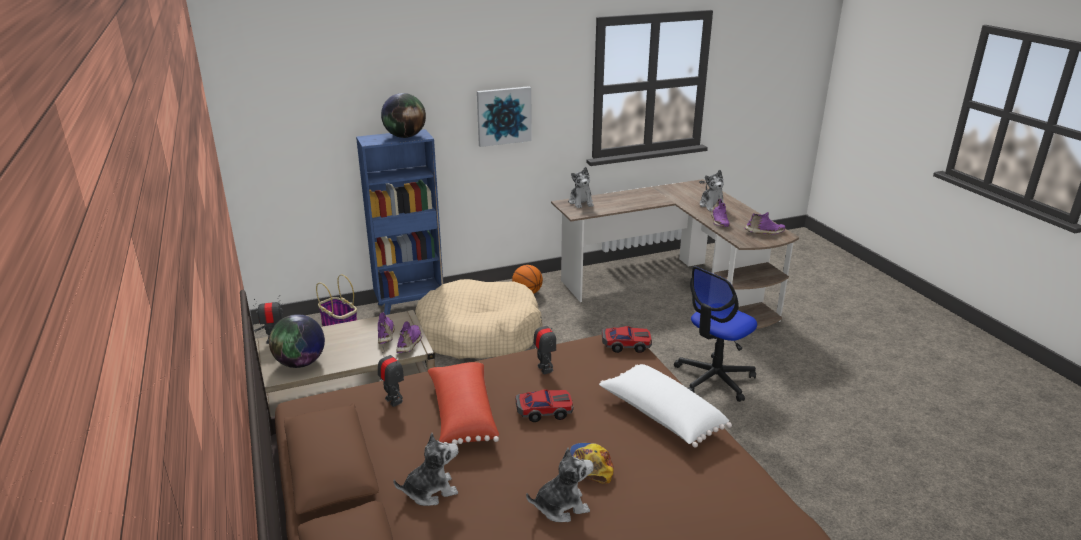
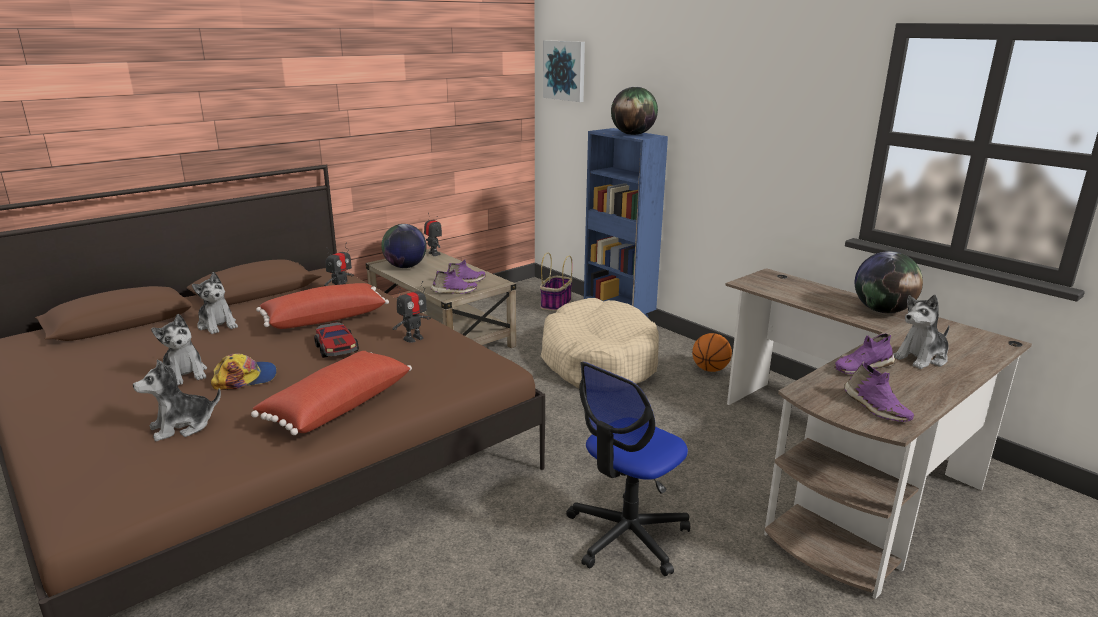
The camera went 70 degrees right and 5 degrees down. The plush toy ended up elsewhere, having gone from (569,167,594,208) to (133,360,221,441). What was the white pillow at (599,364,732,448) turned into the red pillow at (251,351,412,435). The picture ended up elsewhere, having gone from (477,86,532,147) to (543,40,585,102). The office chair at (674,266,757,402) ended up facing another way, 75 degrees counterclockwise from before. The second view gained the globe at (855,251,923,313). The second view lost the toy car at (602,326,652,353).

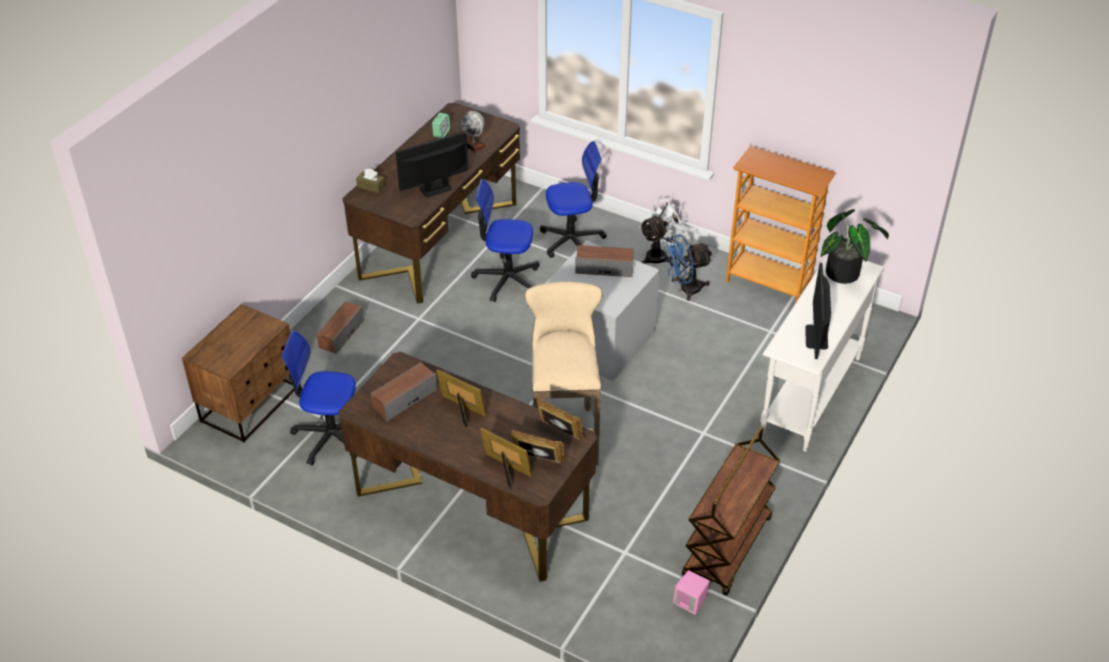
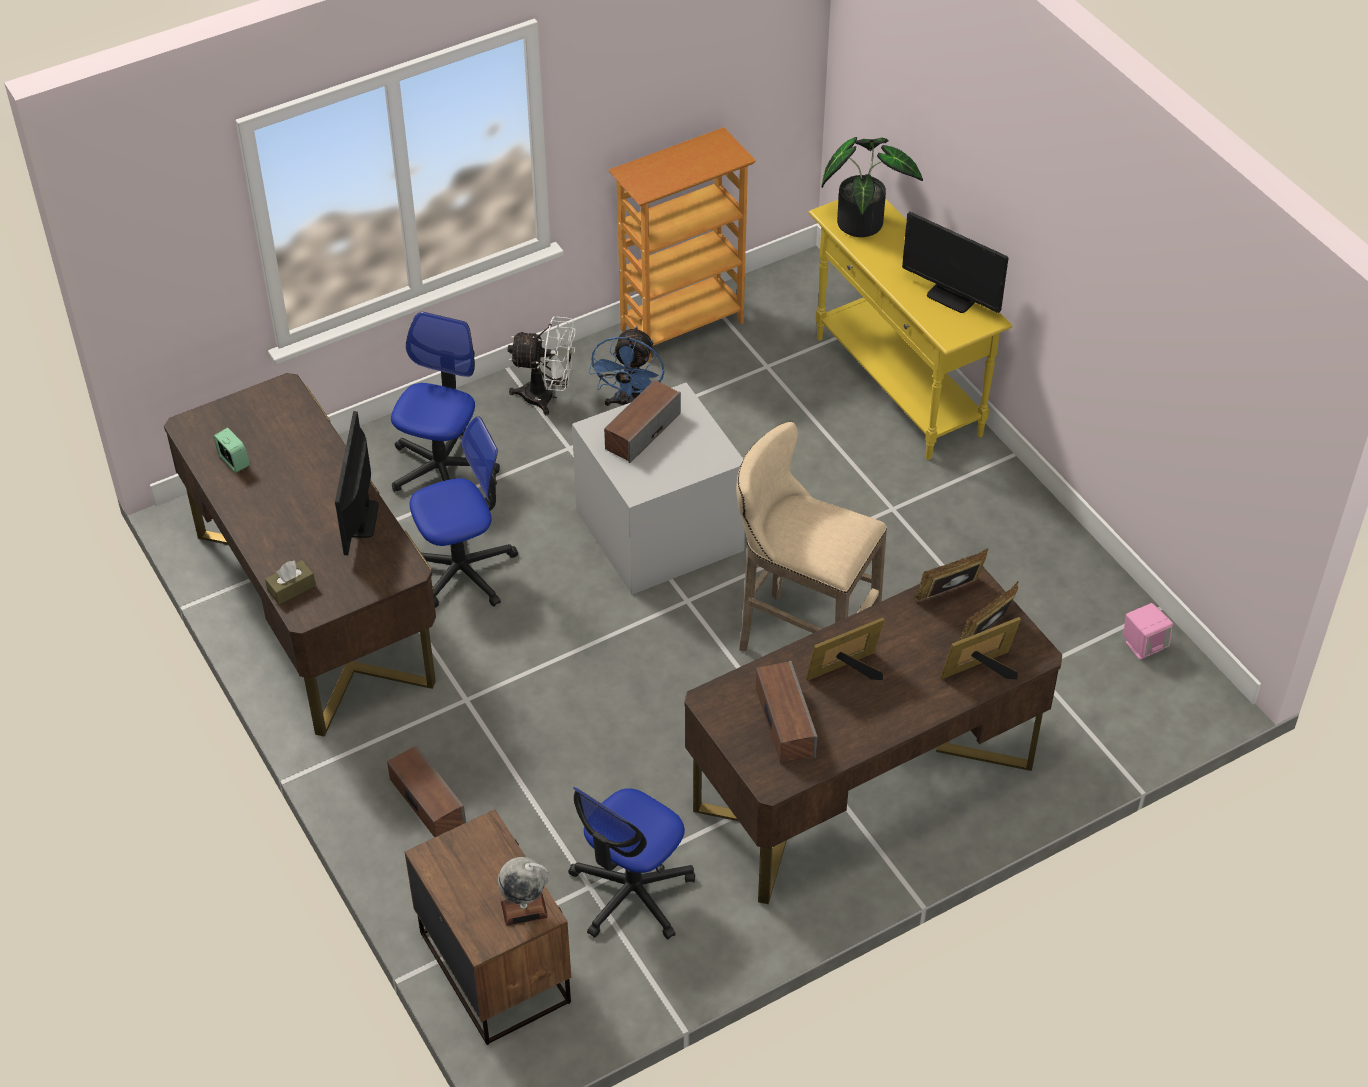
The camera went 60 degrees left and 5 degrees up. The office chair at (471,179,539,302) ended up facing another way, 150 degrees counterclockwise from before. The globe ended up elsewhere, having gone from (461,111,486,152) to (498,857,549,926). The white fan at (640,198,690,264) ended up facing another way, 105 degrees clockwise from before. What was the white console table at (760,253,884,452) turned into the yellow console table at (808,198,1013,460). The second view lost the brown cart at (682,427,780,596).

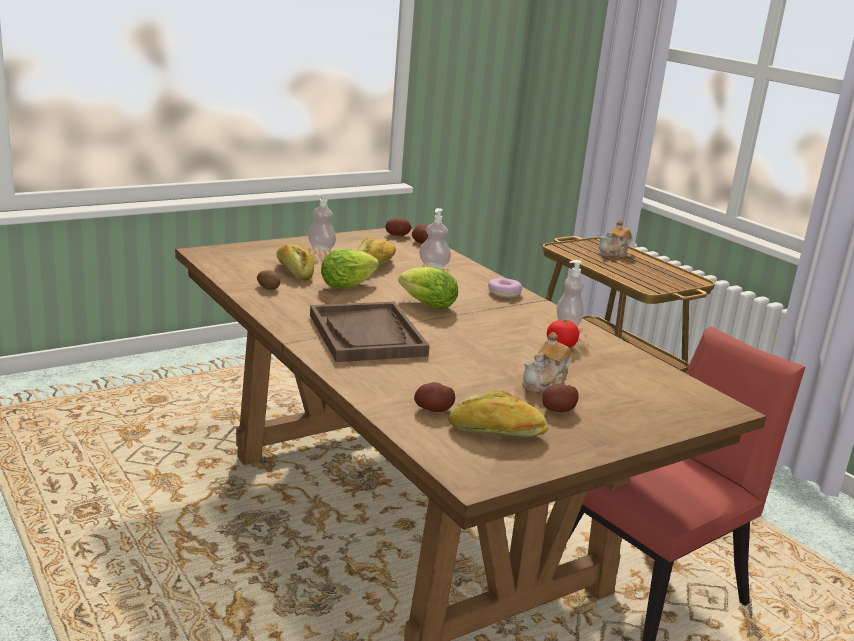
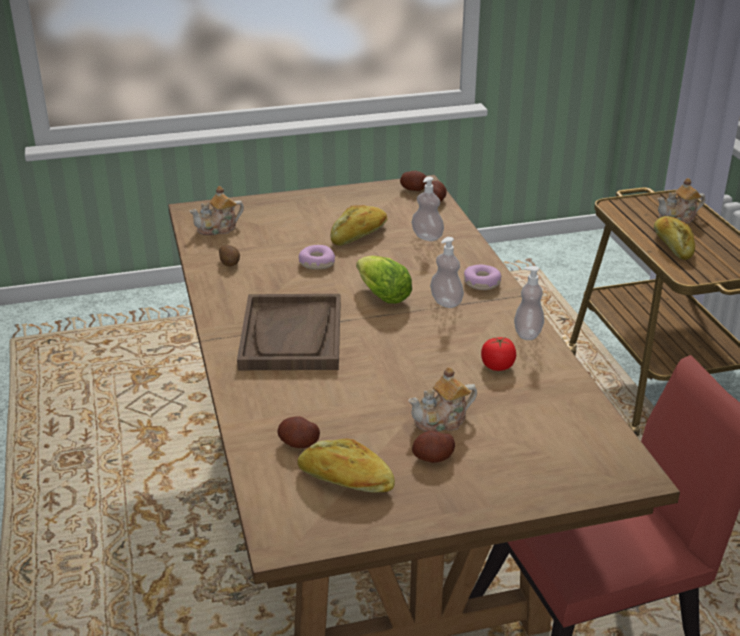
The camera went 20 degrees right and 10 degrees up. The second view gained the teapot at (189,186,244,235). Where the lettuce stood at (321,249,379,289), the donut came to stand at (299,245,335,270). The soap dispenser ended up elsewhere, having gone from (308,192,336,251) to (430,237,464,308). The bread ended up elsewhere, having gone from (277,244,314,281) to (654,216,695,260).

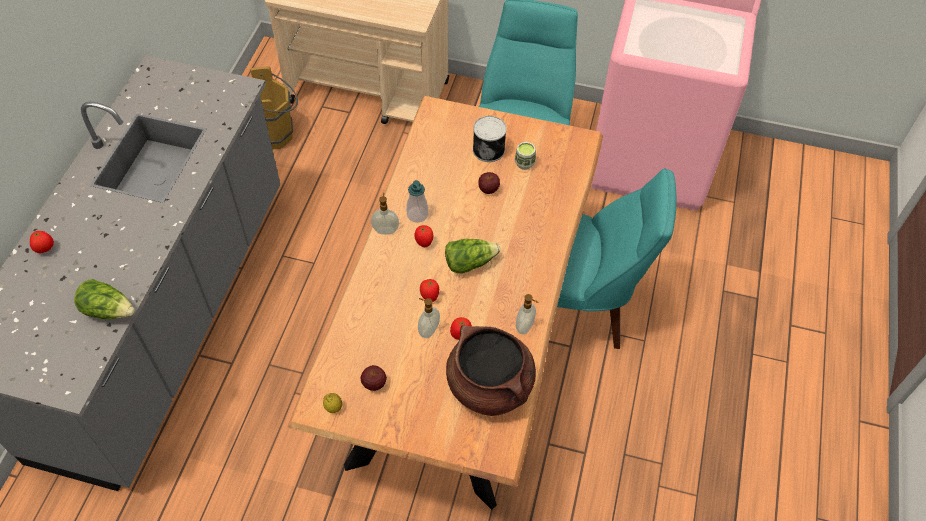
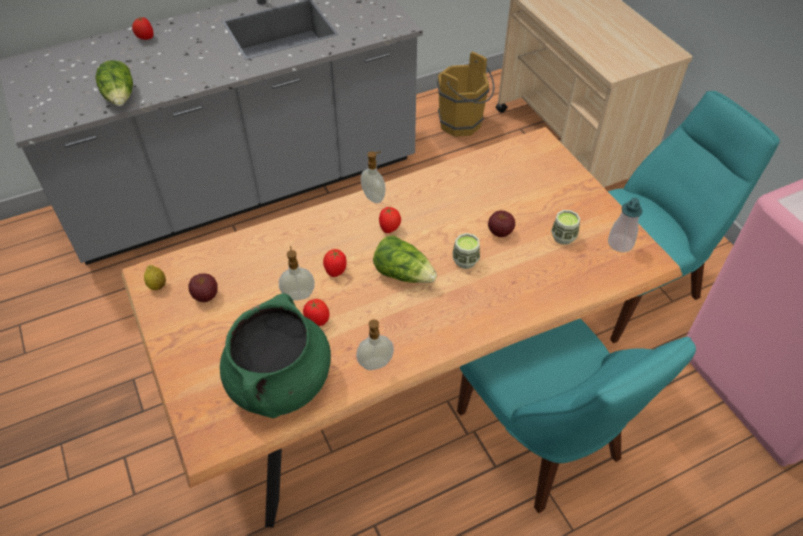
The camera went 50 degrees right and 5 degrees down. What was the brown cooking pot at (446,325,536,416) turned into the green cooking pot at (220,293,331,418). The second view gained the cup at (453,233,480,269). The soap dispenser ended up elsewhere, having gone from (406,180,428,223) to (608,198,643,252). The second view lost the can at (473,116,507,162).

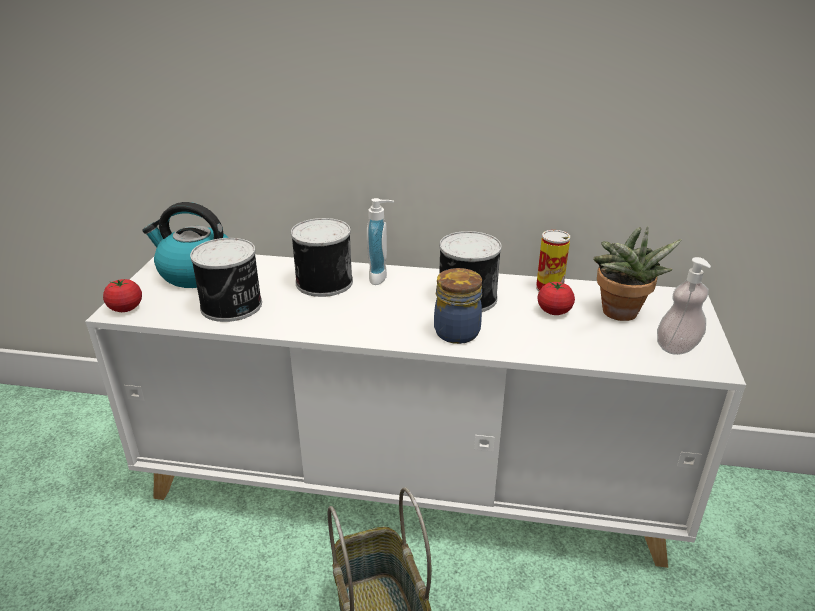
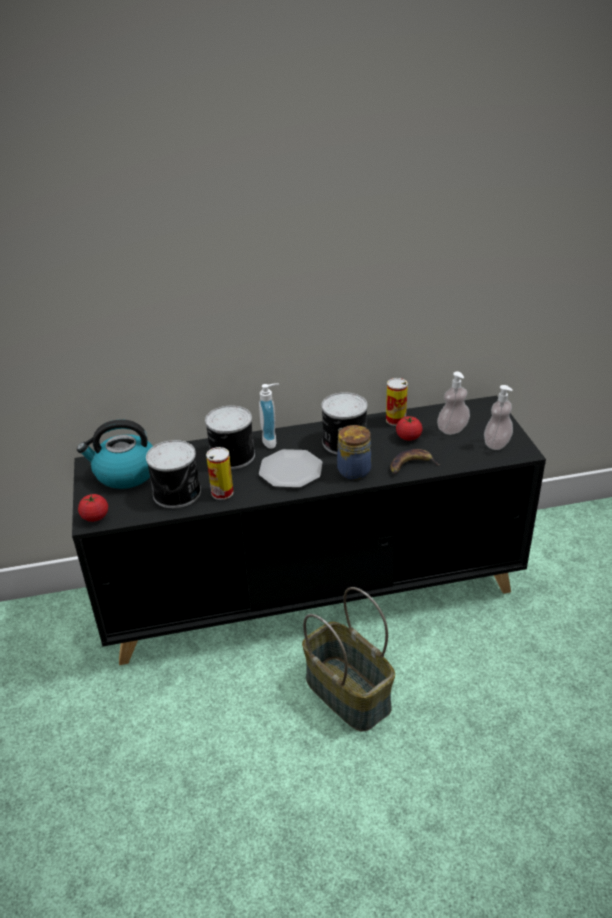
The camera went 20 degrees left and 5 degrees up. What was the white cabinet at (85,255,746,568) turned into the black cabinet at (72,396,546,665). The second view gained the can at (206,447,234,500). The second view gained the plate at (259,449,323,488). The second view gained the banana at (390,449,440,474). Where the potted plant stood at (593,226,682,321), the soap dispenser came to stand at (437,372,470,435).

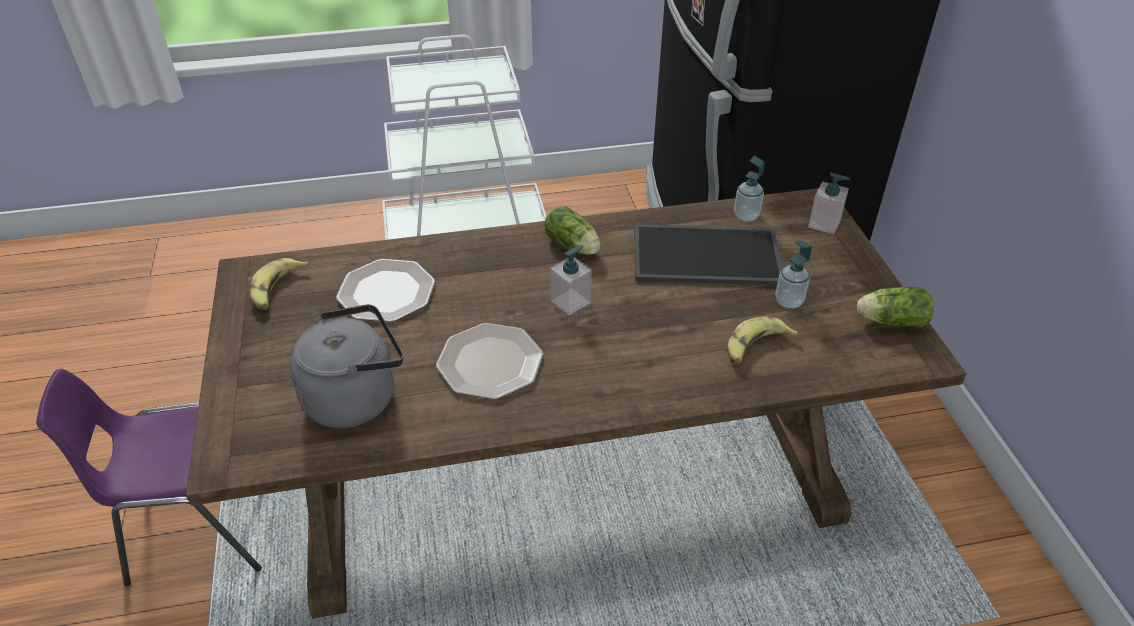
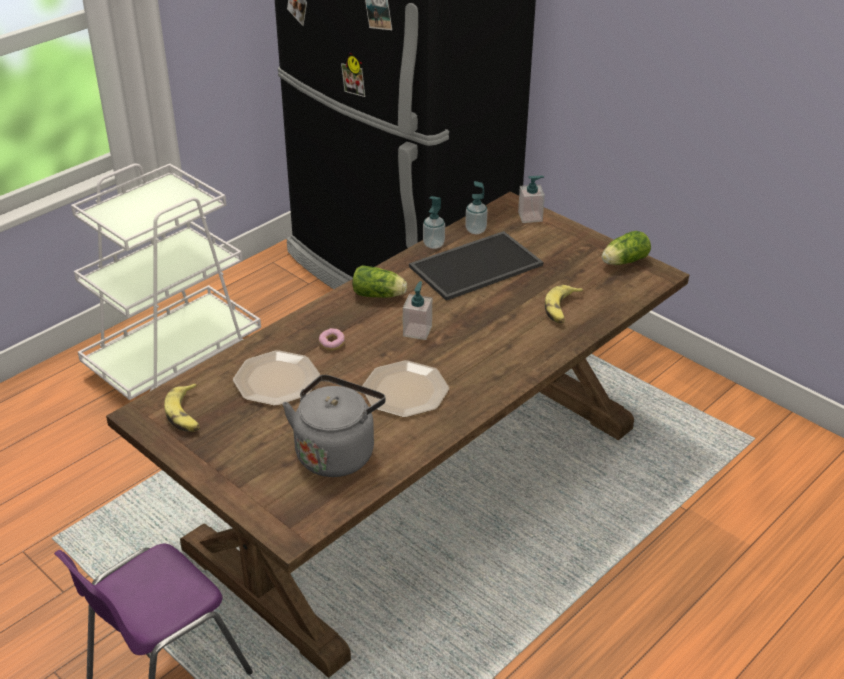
The camera went 35 degrees left and 5 degrees down. The second view gained the donut at (319,328,345,351). The soap dispenser ended up elsewhere, having gone from (775,240,812,308) to (423,196,445,249).

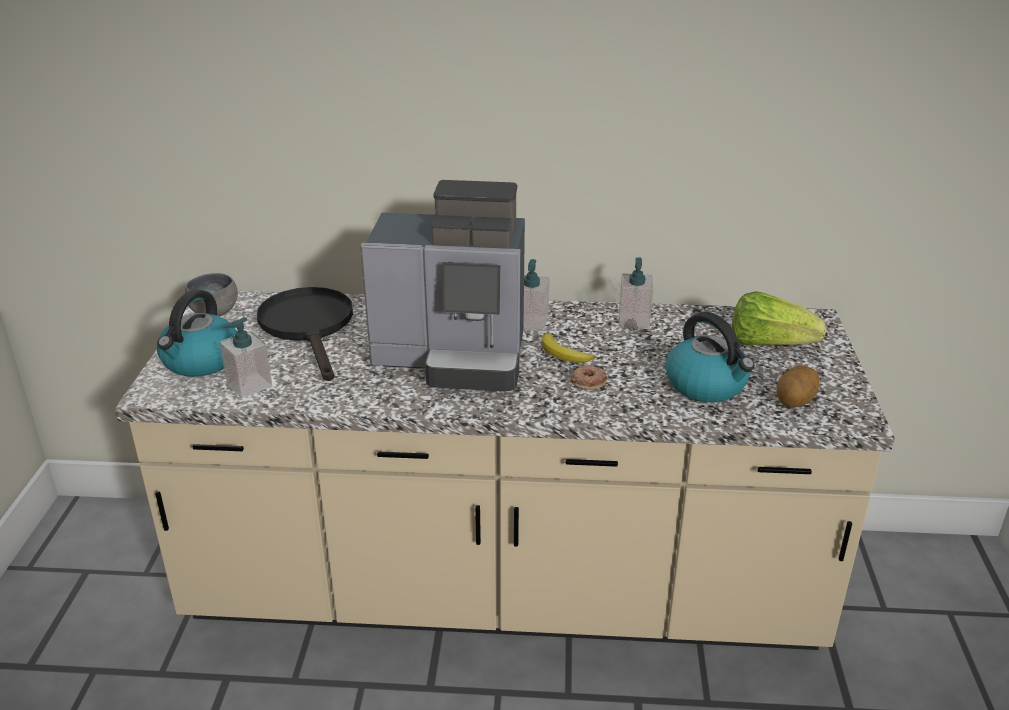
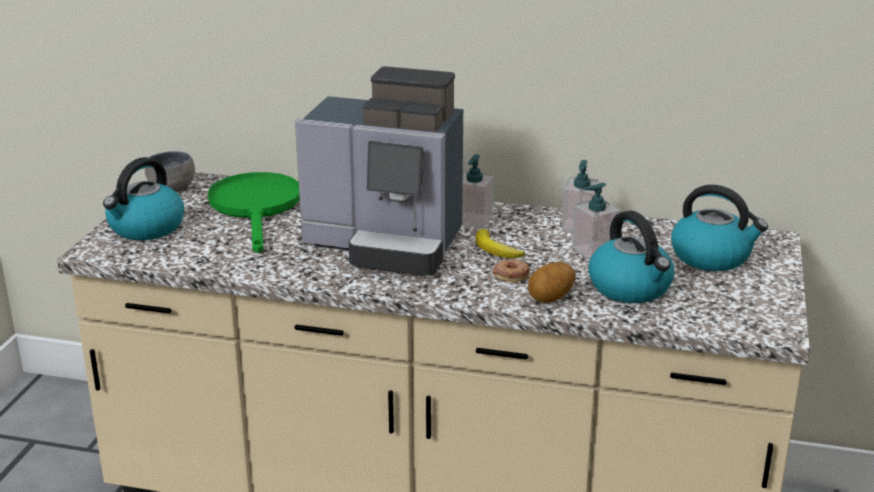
The camera went 10 degrees right and 5 degrees down. What was the black frying pan at (257,287,353,381) turned into the green frying pan at (208,172,300,253). The potato ended up elsewhere, having gone from (776,365,820,408) to (528,262,576,303). The soap dispenser ended up elsewhere, having gone from (219,317,272,398) to (572,183,620,260). Where the lettuce stood at (732,291,826,345), the kettle came to stand at (671,185,768,271).

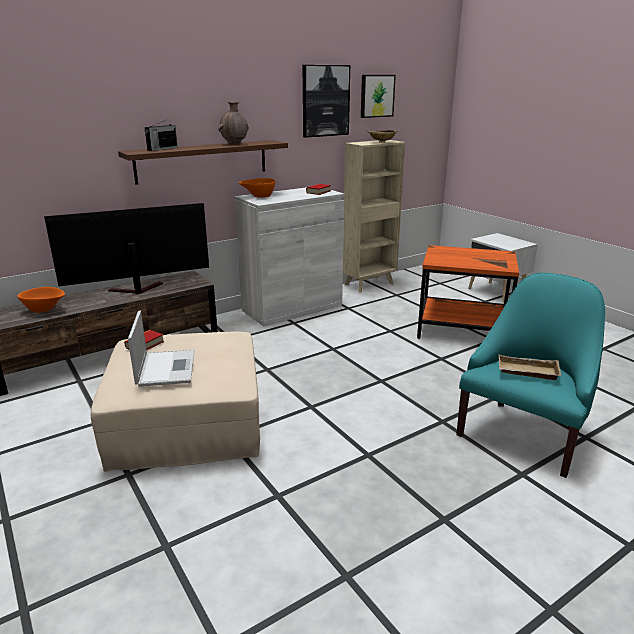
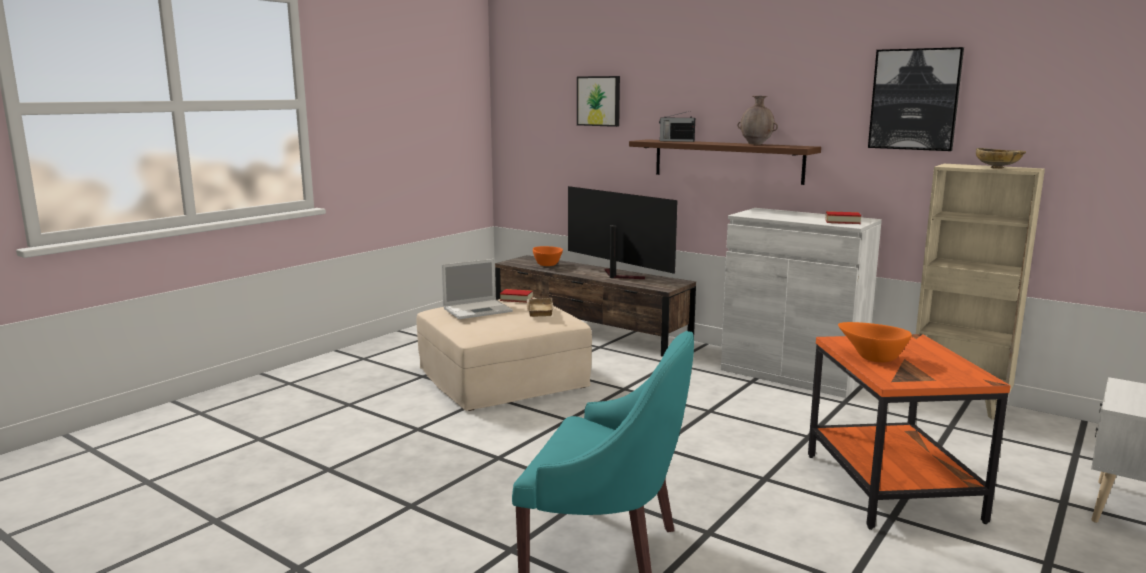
The camera went 70 degrees right and 10 degrees down. The beige tray ended up elsewhere, having gone from (499,355,562,380) to (526,298,554,317). The picture ended up elsewhere, having gone from (361,75,396,118) to (577,76,620,127). The orange bowl ended up elsewhere, having gone from (239,178,275,198) to (838,322,912,363).

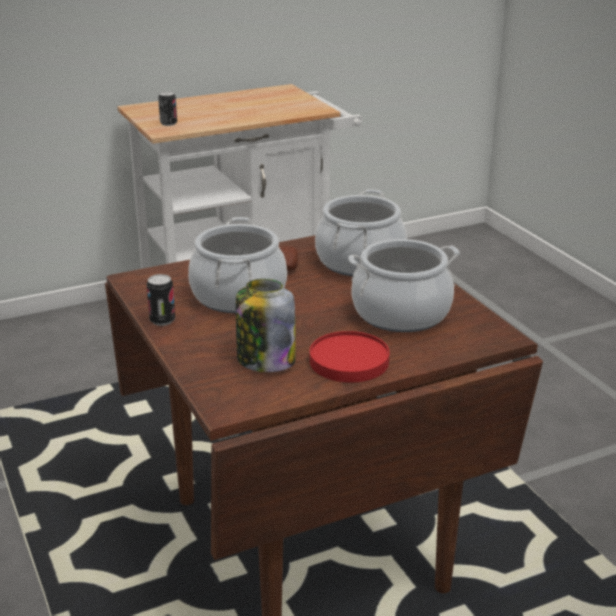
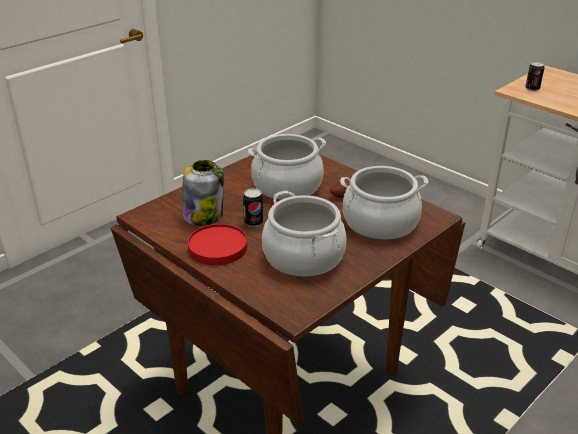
The camera went 70 degrees right and 5 degrees up. The can ended up elsewhere, having gone from (147,274,175,326) to (243,188,263,227).

